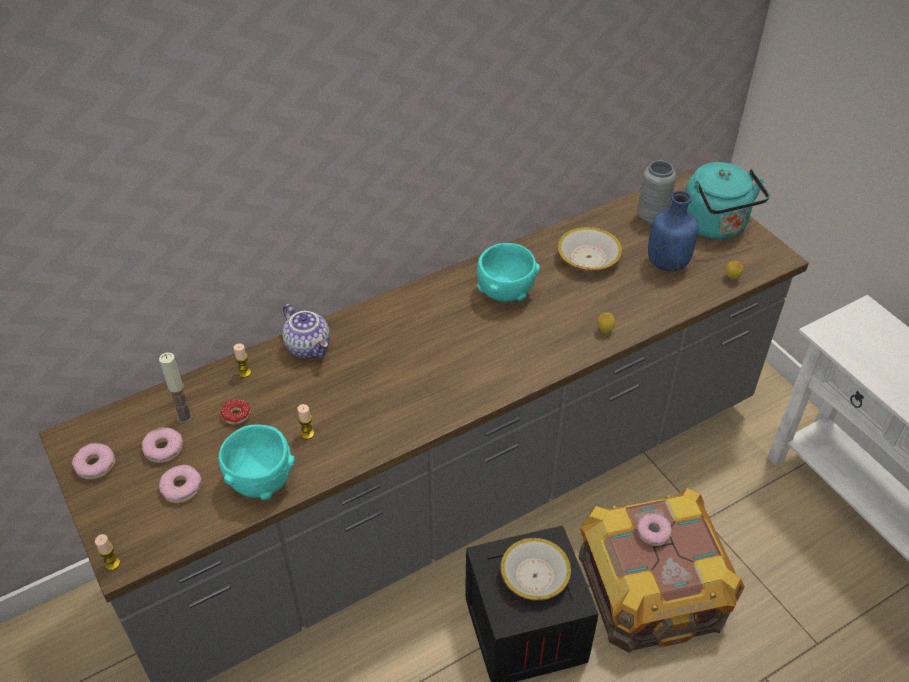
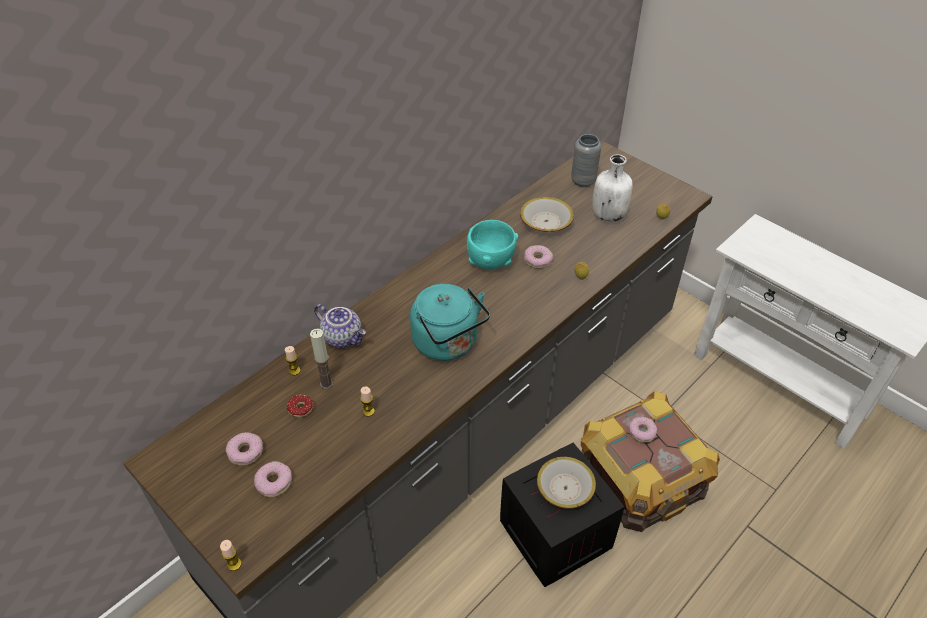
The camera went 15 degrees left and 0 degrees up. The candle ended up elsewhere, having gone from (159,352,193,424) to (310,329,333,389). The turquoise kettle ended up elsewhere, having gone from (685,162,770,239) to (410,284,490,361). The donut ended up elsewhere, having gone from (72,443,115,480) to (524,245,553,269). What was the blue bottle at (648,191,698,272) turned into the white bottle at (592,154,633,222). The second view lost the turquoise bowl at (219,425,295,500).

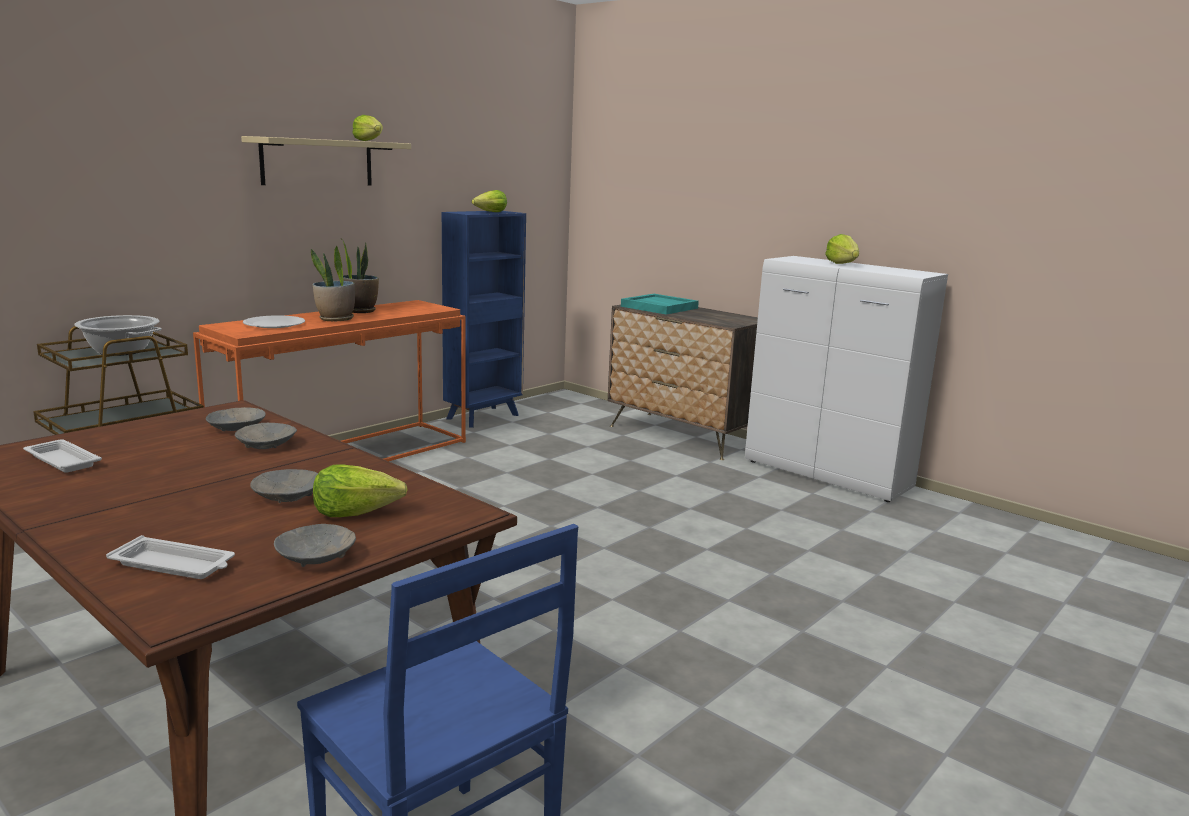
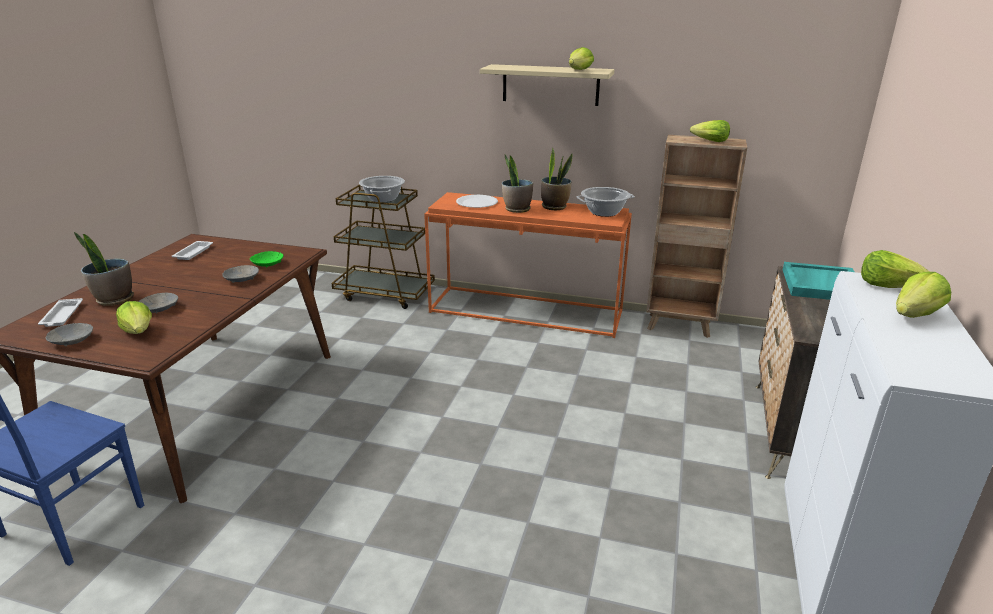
The camera went 65 degrees right and 10 degrees up. The second view gained the potted plant at (74,232,134,306). What was the grey bowl at (206,407,266,431) turned into the green bowl at (250,251,284,268). The second view gained the cooking pot at (576,187,635,217). What was the blue bookcase at (442,211,526,428) turned into the brown bookcase at (646,135,747,338). The second view gained the lettuce at (861,250,930,288).

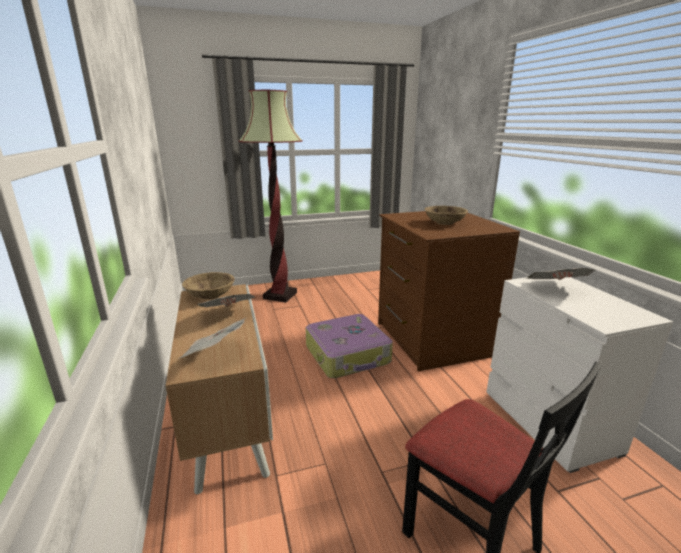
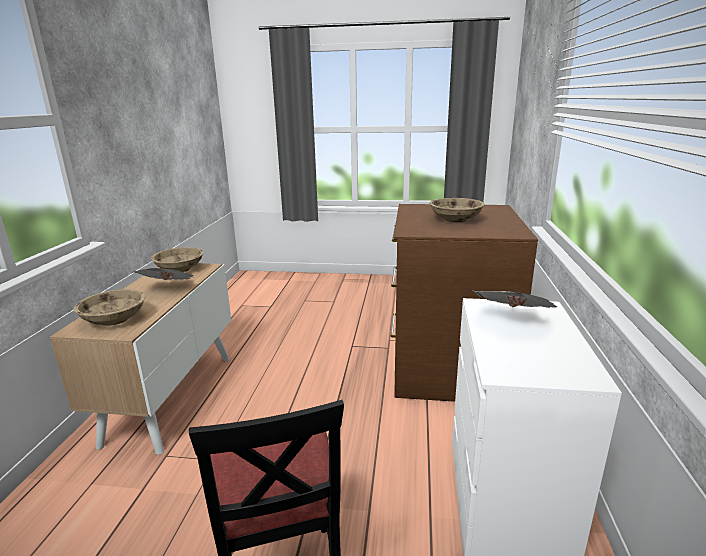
The camera went 25 degrees right and 0 degrees up. Where the newspaper stood at (178,317,247,359), the beige bowl came to stand at (74,289,145,326). The second view lost the floor lamp at (238,90,303,303). The second view lost the suitcase at (306,314,393,378).

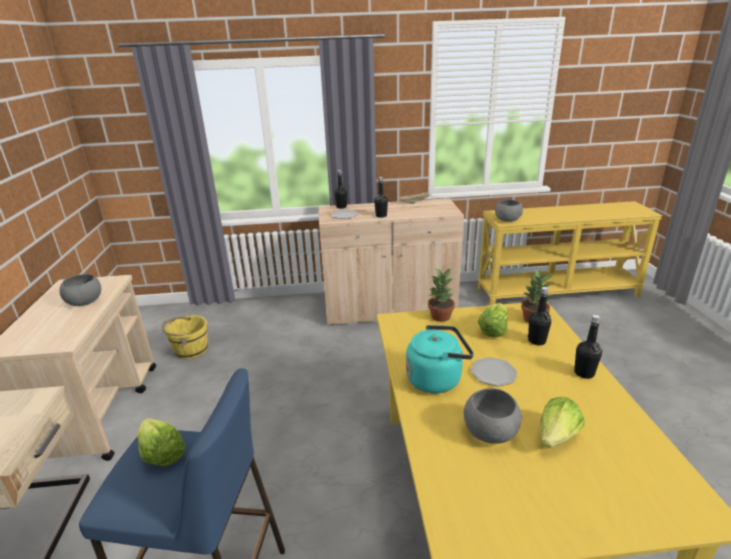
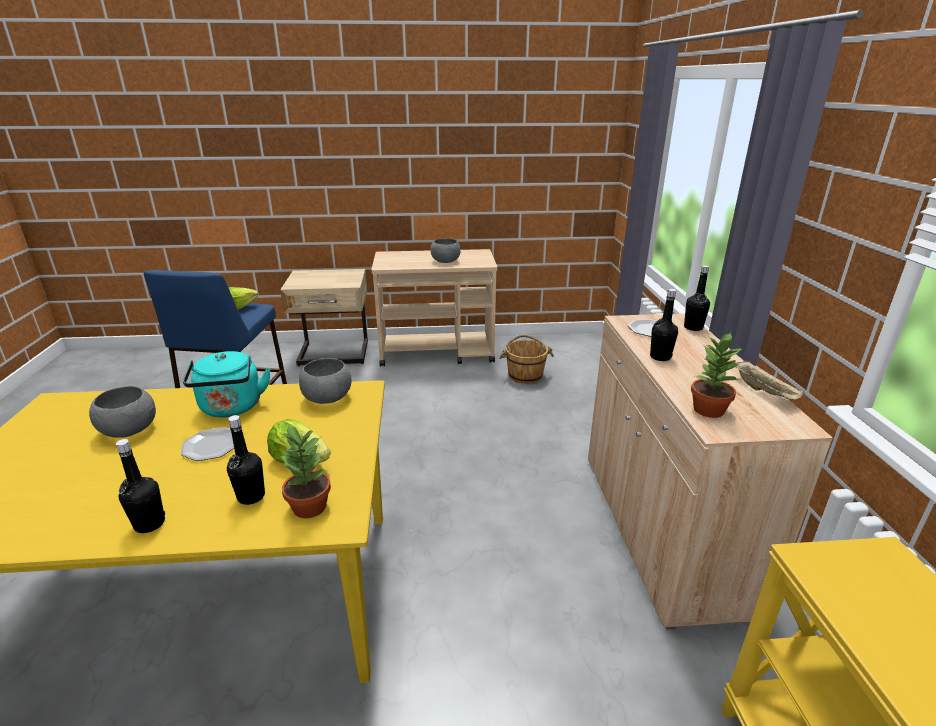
The camera went 90 degrees right and 0 degrees up. The grey bowl ended up elsewhere, having gone from (495,200,523,222) to (299,358,352,404). What was the yellow bucket at (162,314,208,359) turned into the brown bucket at (499,335,554,384). The potted plant ended up elsewhere, having gone from (428,268,455,322) to (691,332,741,418). The second view lost the lettuce at (540,397,585,448).

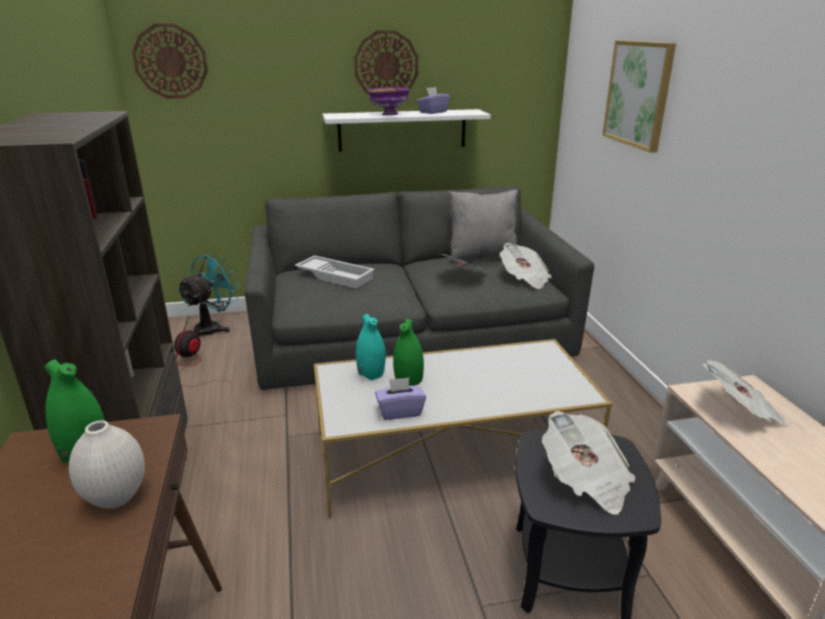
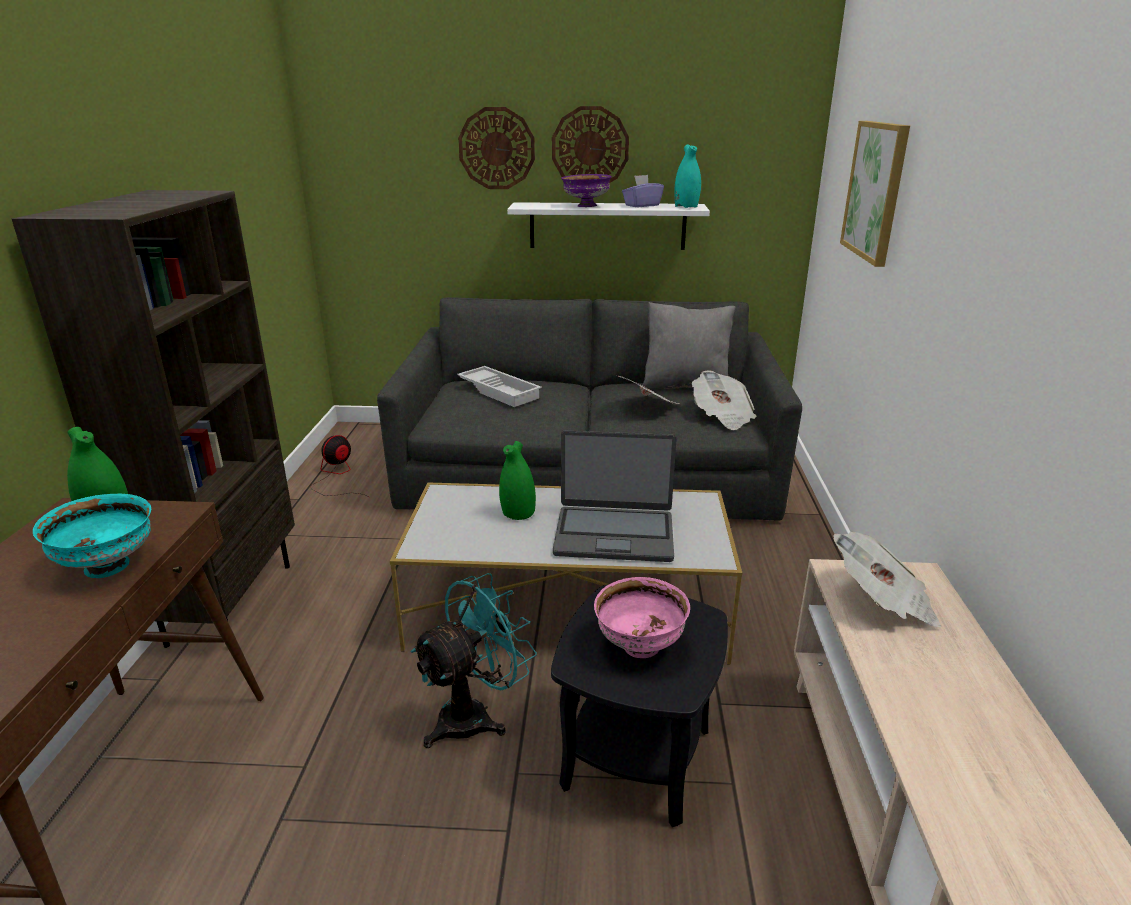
The camera went 15 degrees right and 0 degrees up. Where the white vase stood at (69,420,145,508), the turquoise bowl came to stand at (33,494,151,578). The turquoise fan ended up elsewhere, having gone from (177,253,239,336) to (411,573,537,748). The wall clock ended up elsewhere, having gone from (132,24,208,99) to (458,107,535,189). The second view gained the laptop at (553,431,676,562). Where the newspaper stood at (542,411,636,515), the pink bowl came to stand at (594,577,690,658). The turquoise vase ended up elsewhere, having gone from (356,314,386,380) to (675,144,701,208). The second view lost the purple tissue box at (375,378,426,420).

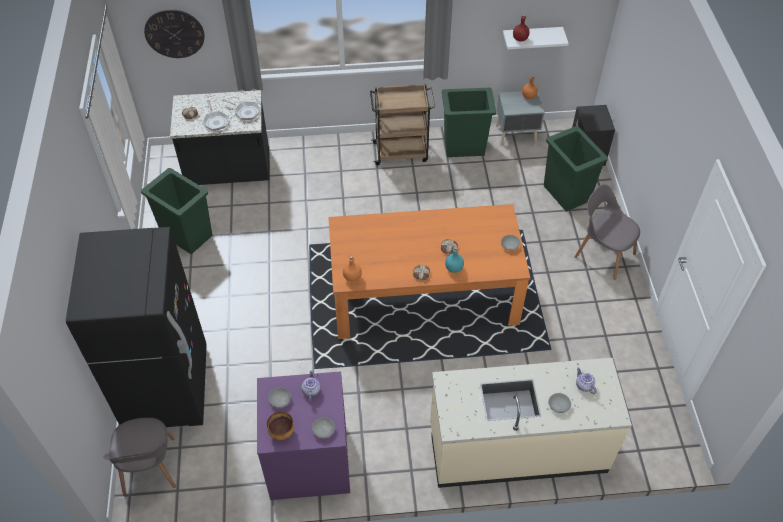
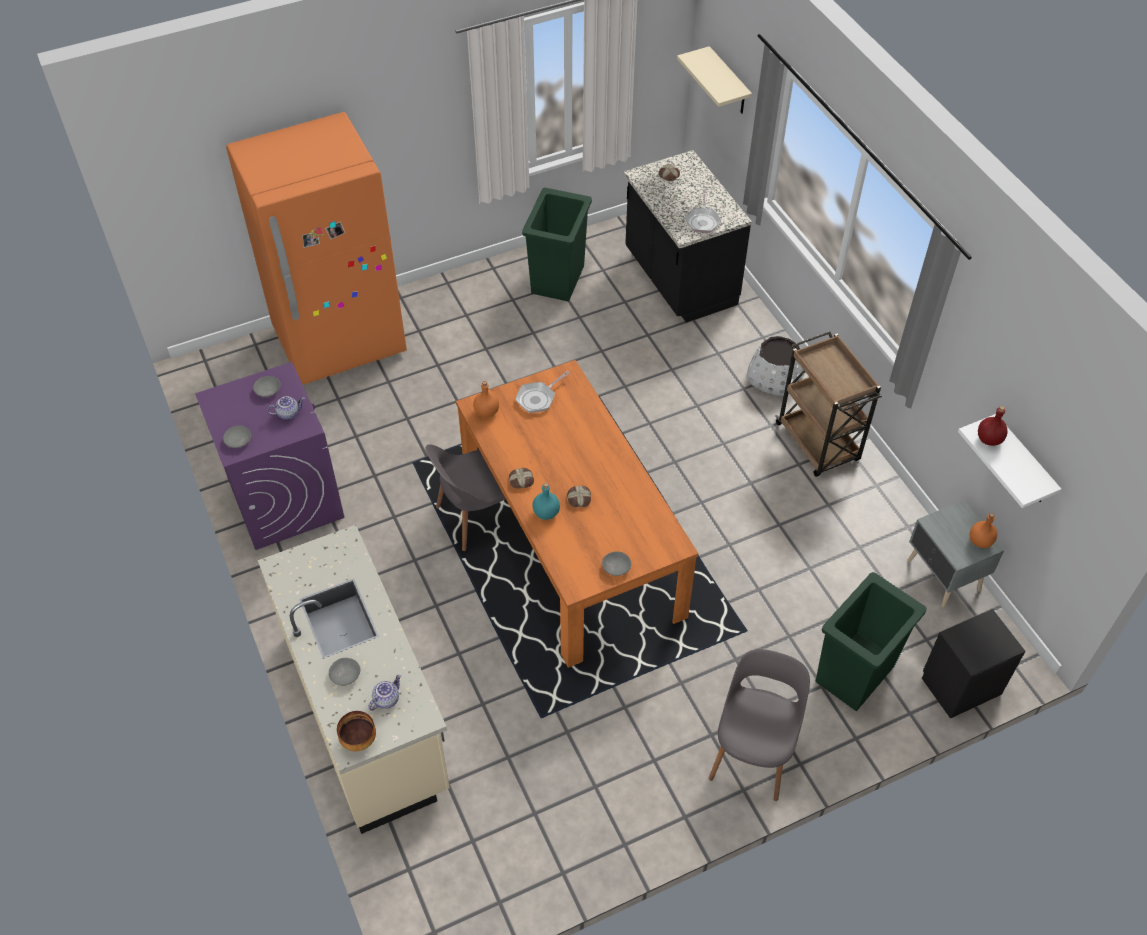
The camera went 70 degrees right and 0 degrees up. What was the black fridge at (66,227,207,427) turned into the orange fridge at (226,112,407,385). The bowl ended up elsewhere, having gone from (267,411,294,440) to (337,711,376,751). The grey chair ended up elsewhere, having gone from (103,417,176,496) to (426,444,506,551). The frying pan ended up elsewhere, having gone from (203,100,229,131) to (515,371,570,413). Where the wall clock hung at (144,9,205,58), the beige shelf came to hang at (677,46,752,114). The second view gained the white planter at (747,336,805,396). The second view lost the green trash can at (442,88,496,157).

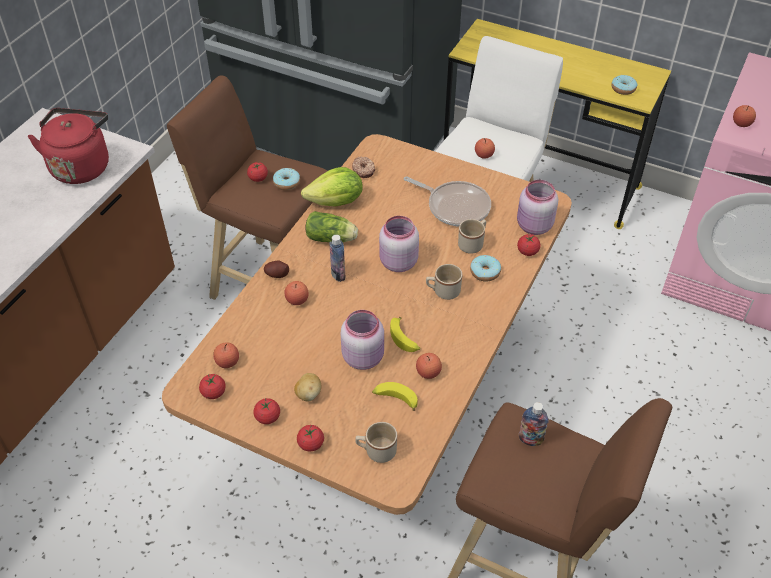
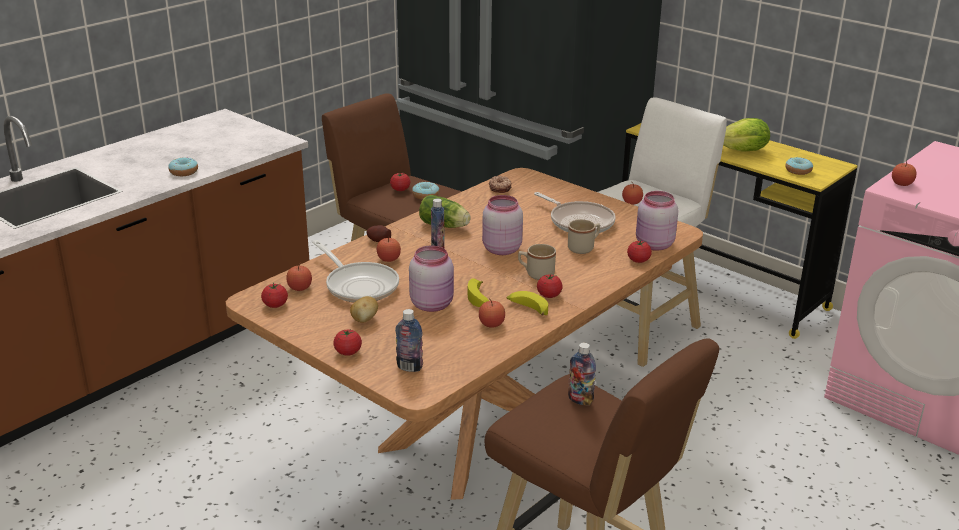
The camera went 15 degrees right and 20 degrees down. The donut ended up elsewhere, having gone from (470,255,501,282) to (168,157,198,176). The second view gained the frying pan at (312,240,399,303). Where the beige mug stood at (355,422,397,463), the bottle came to stand at (395,309,423,372). The banana ended up elsewhere, having gone from (372,382,418,411) to (507,291,548,315). The tomato ended up elsewhere, having gone from (253,398,280,424) to (537,274,563,298). The lettuce ended up elsewhere, having gone from (301,167,363,207) to (723,118,770,151). The second view lost the red kettle at (28,108,109,184).

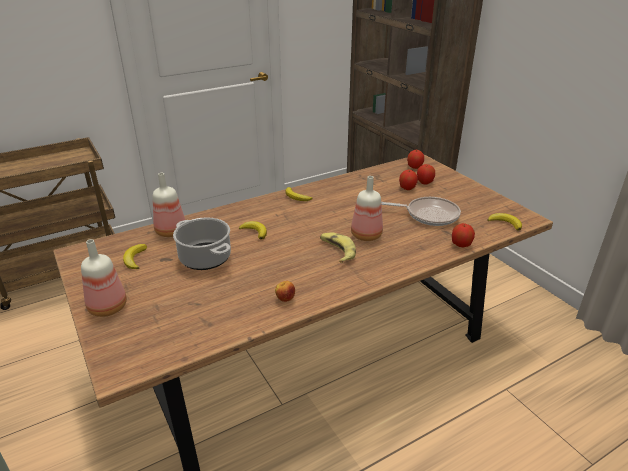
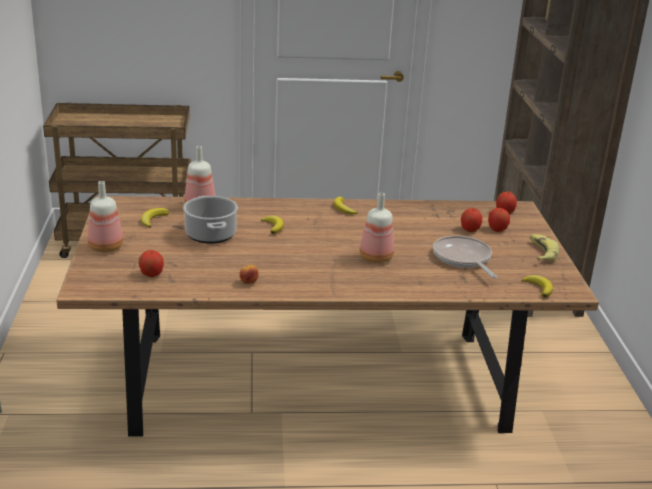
The camera went 25 degrees right and 5 degrees down. The apple ended up elsewhere, having gone from (452,223,475,247) to (139,250,164,277). The frying pan at (381,197,461,226) ended up facing another way, 150 degrees counterclockwise from before. The banana ended up elsewhere, having gone from (320,232,356,263) to (530,234,559,261).

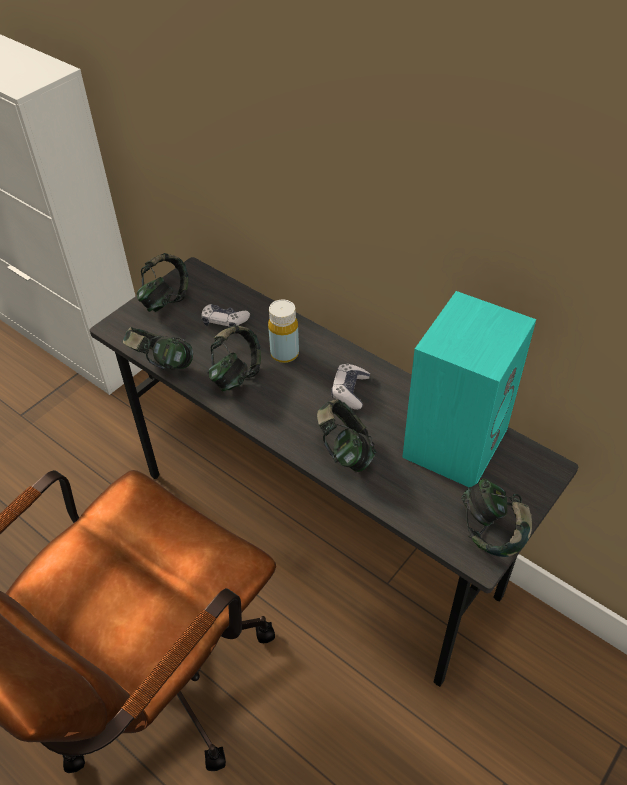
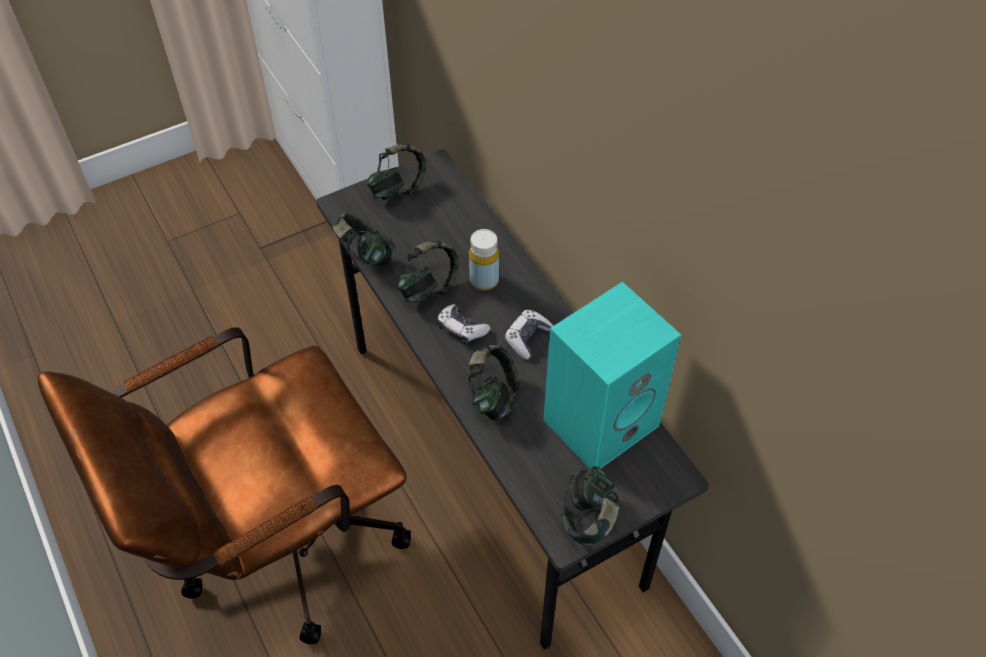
The camera went 20 degrees right and 5 degrees up. The game controller ended up elsewhere, having gone from (202,304,250,327) to (437,304,490,344).

